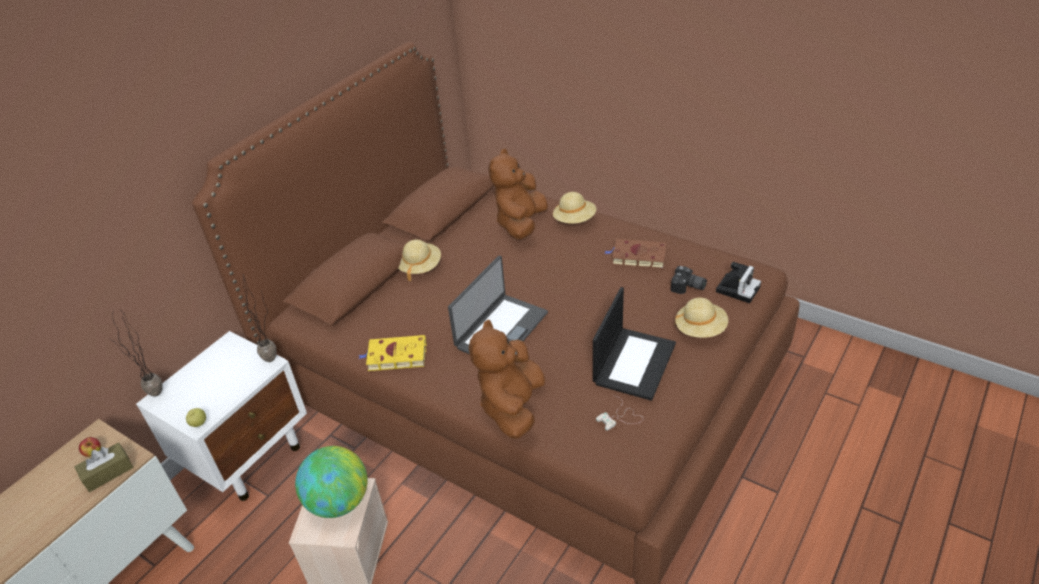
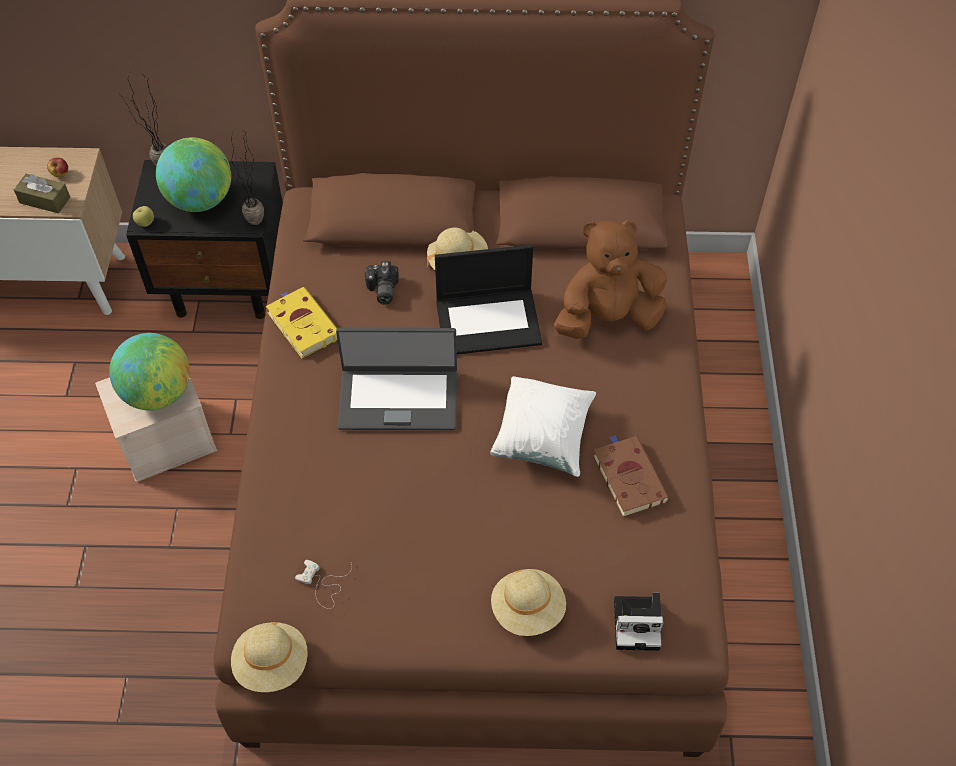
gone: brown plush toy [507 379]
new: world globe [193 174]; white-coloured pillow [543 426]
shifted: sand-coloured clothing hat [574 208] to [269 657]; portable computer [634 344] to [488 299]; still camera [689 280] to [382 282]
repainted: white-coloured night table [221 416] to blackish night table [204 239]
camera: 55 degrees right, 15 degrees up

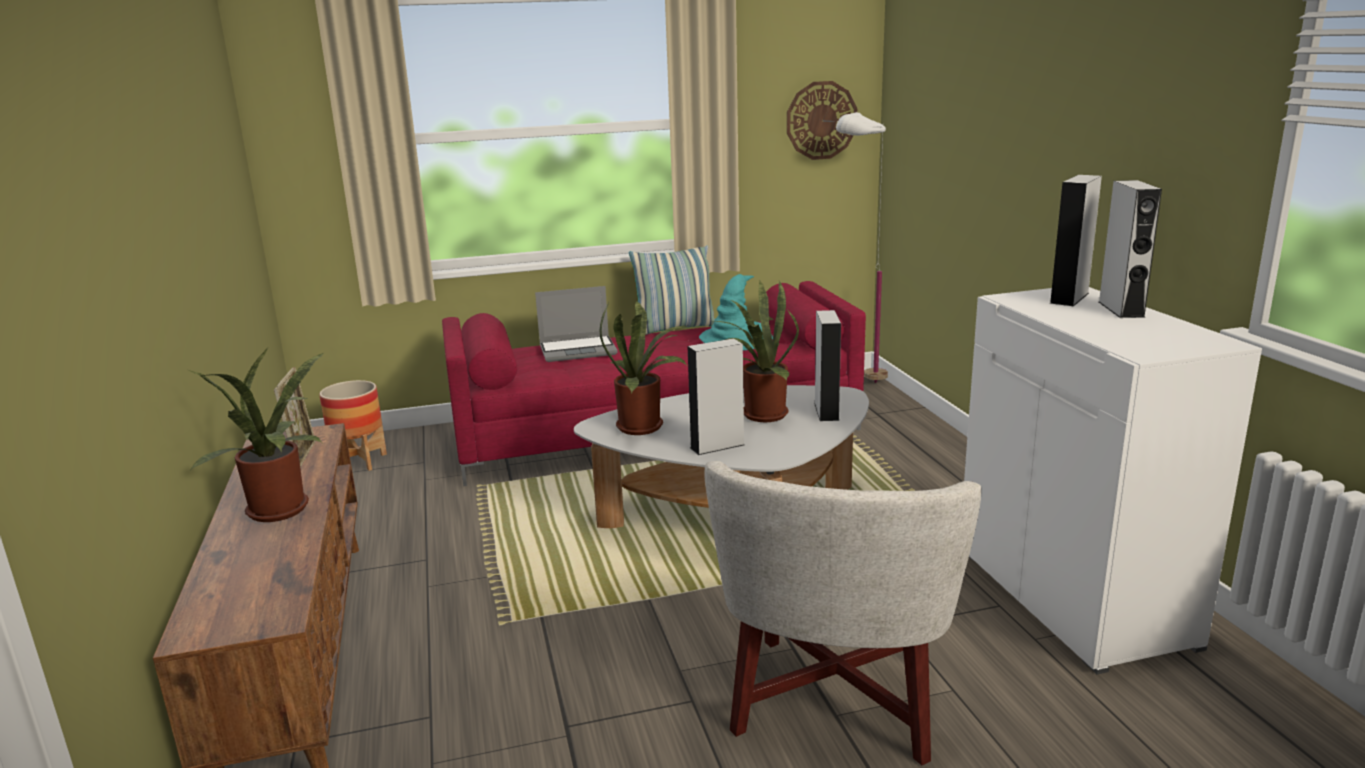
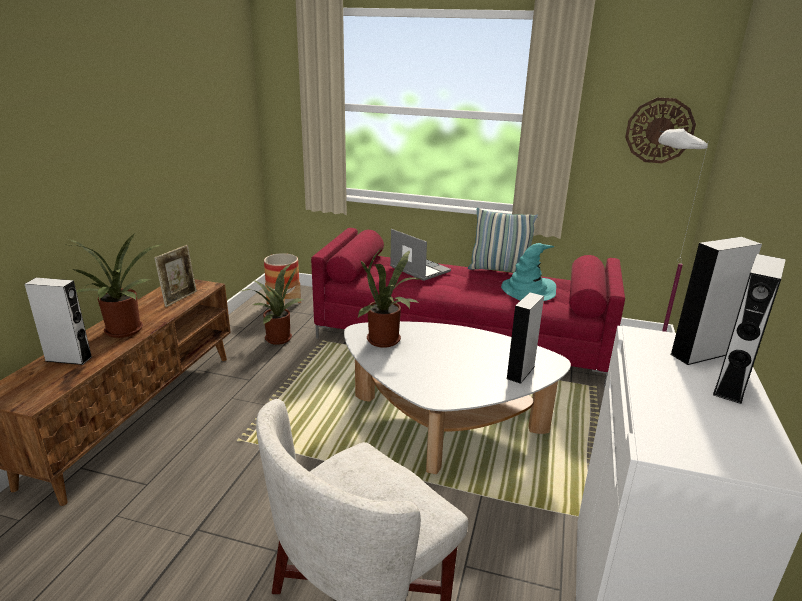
shifted: grey speaker [716 396] to [58 321]; potted plant [757 351] to [273 304]
rotated: portable computer [576 324] = [420 255] 150 degrees counterclockwise
camera: 30 degrees right, 5 degrees up

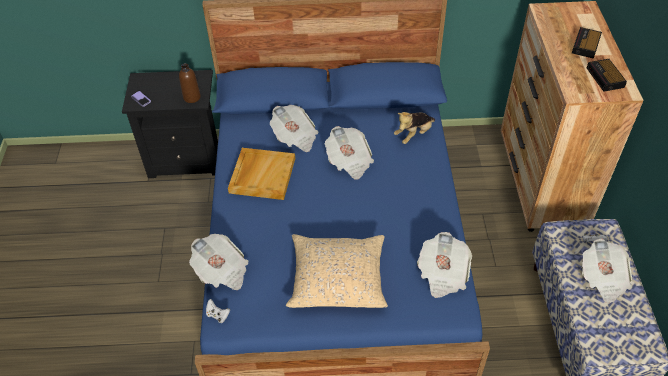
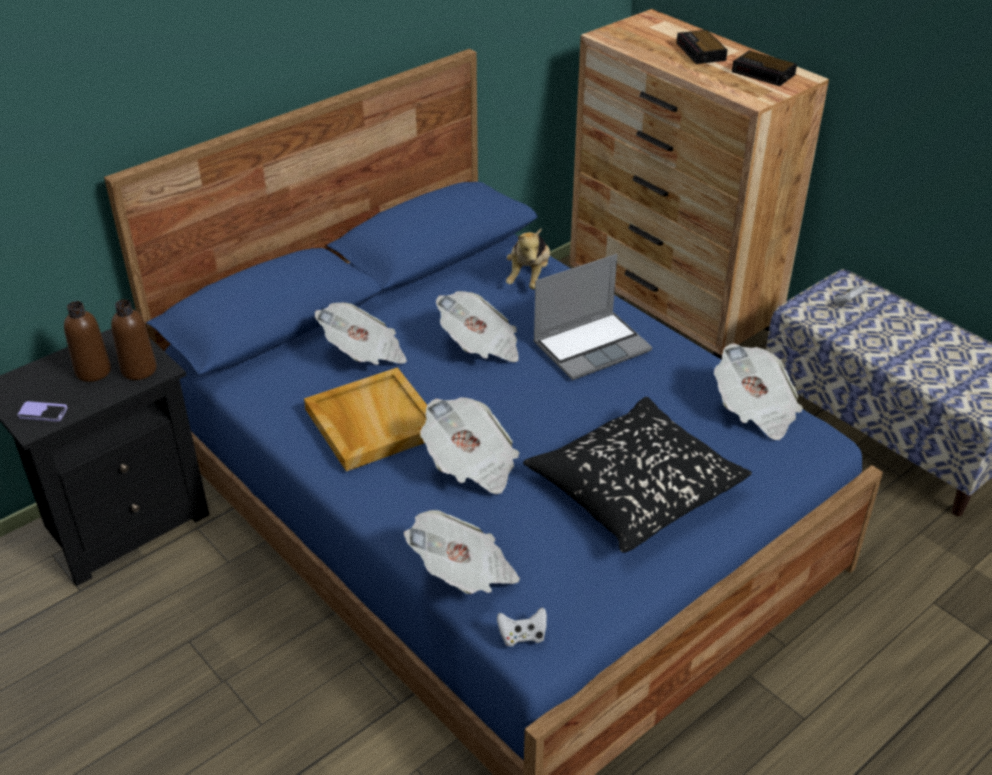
new: brown beverage bottle [87 341]; portable computer [592 317]
shifted: daily paper [607 271] to [469 445]
repainted: sand-coloured pillow [337 271] to blackish pillow [637 475]
camera: 40 degrees left, 10 degrees down

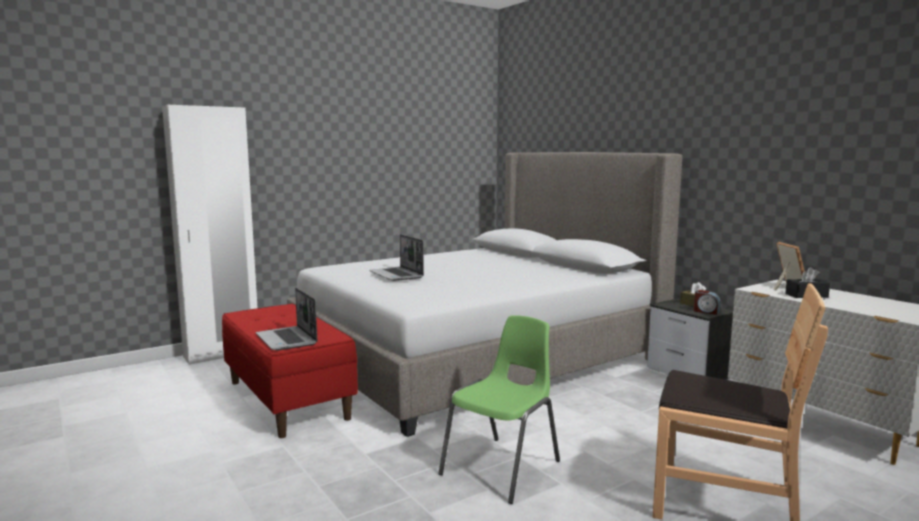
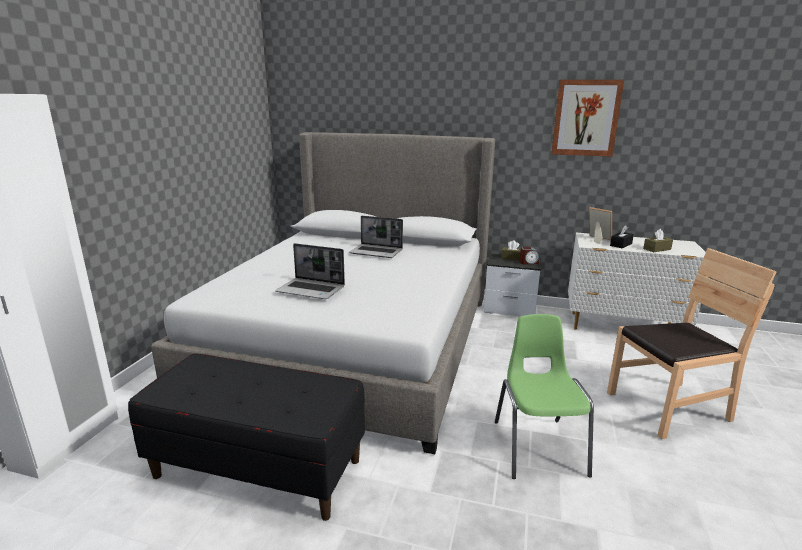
new: wall picture [587 118]; brown box of tissues [658 240]
shifted: portable computer [286 319] to [376 237]
repainted: red indoor bench [290 371] to blackish indoor bench [246 437]
camera: 40 degrees left, 10 degrees up

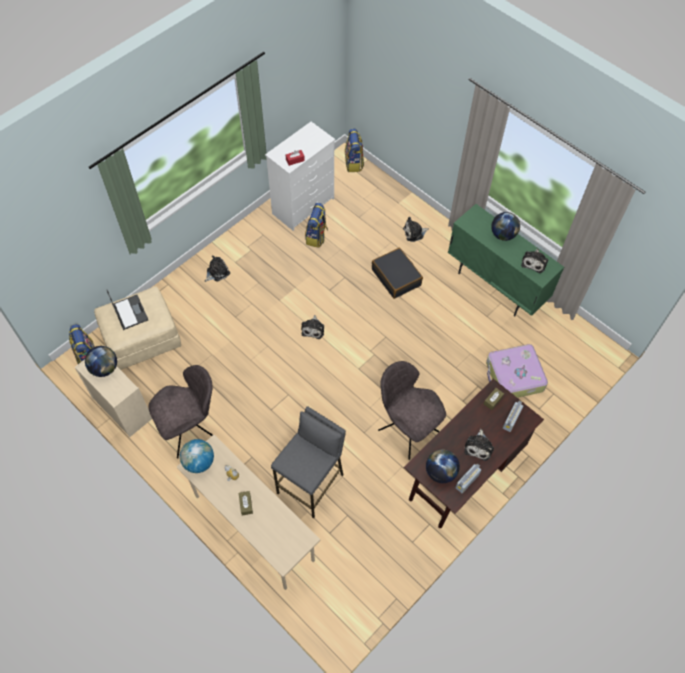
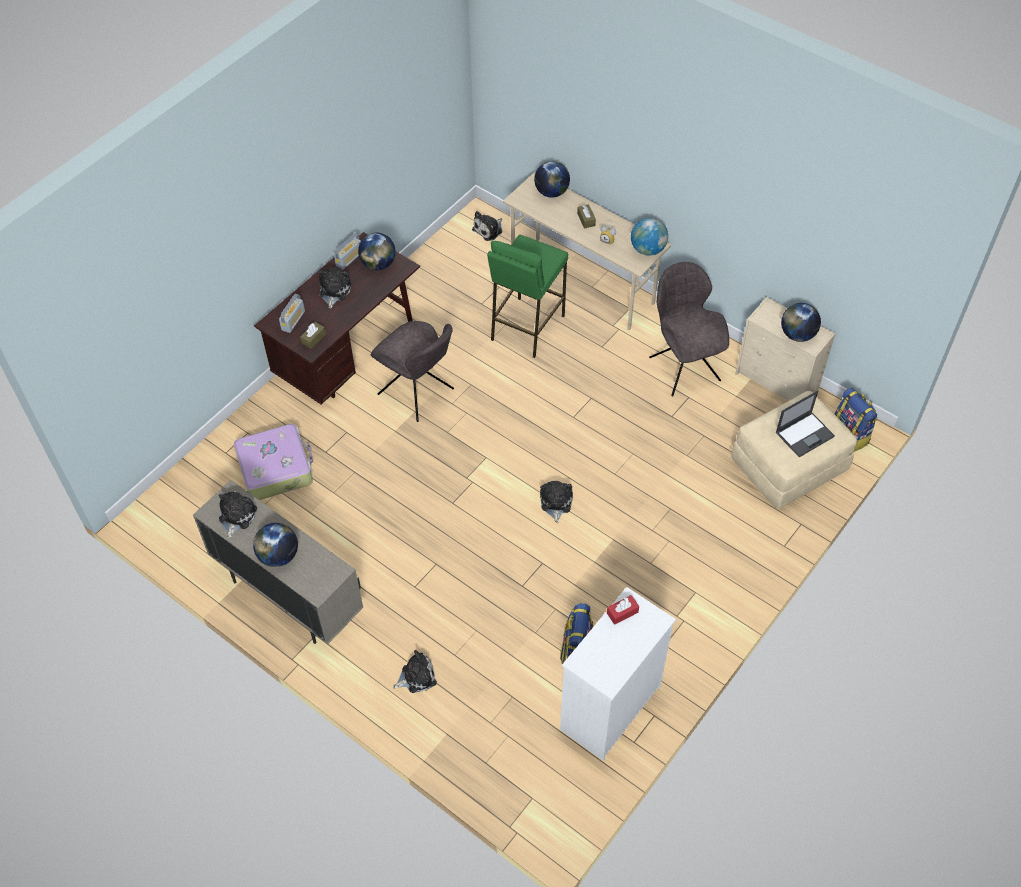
gone: backpack [354 150]; blackish piece of luggage [397 273]
new: world globe [552 179]
shifted: plush toy [217 268] to [487 226]
repainted: grey stool [308 462] to green stool [527 296]; green cupboard [506 260] to sand-coloured cupboard [278 562]
rotated: portable computer [127 310] = [805 423] 90 degrees counterclockwise; grey plain chair [180 412] = [689 329] 105 degrees clockwise
camera: 175 degrees right, 5 degrees down

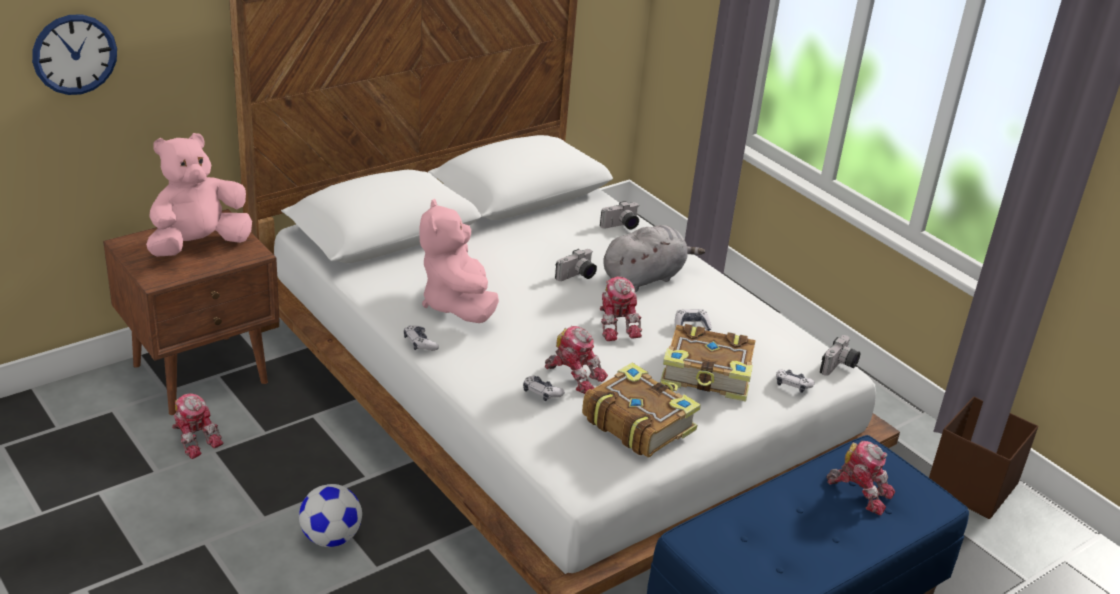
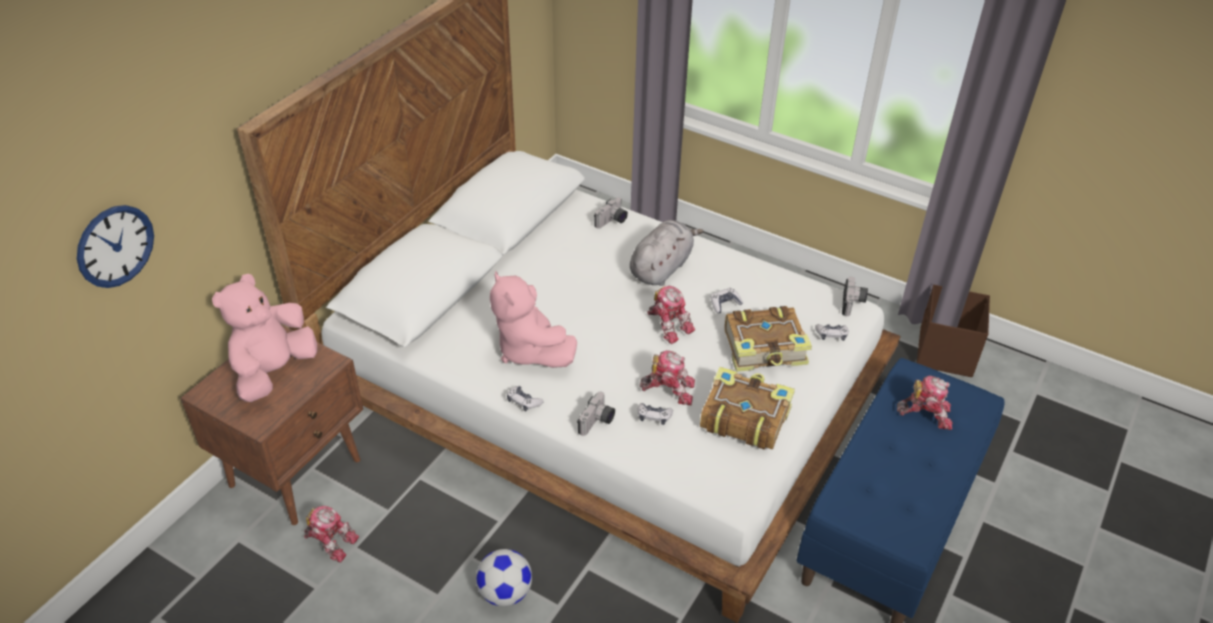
shifted: still camera [576 265] to [596 414]
camera: 20 degrees left, 10 degrees up

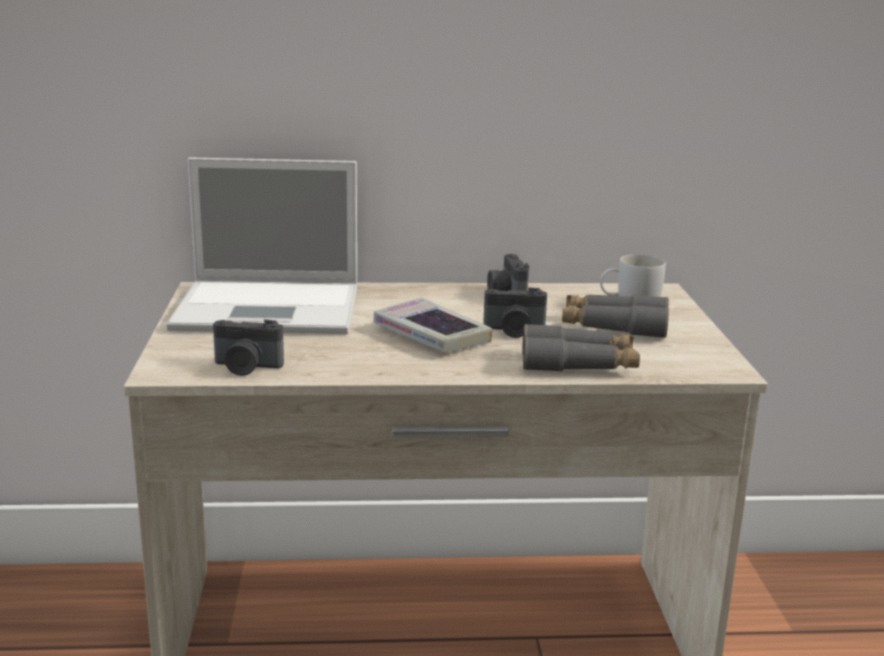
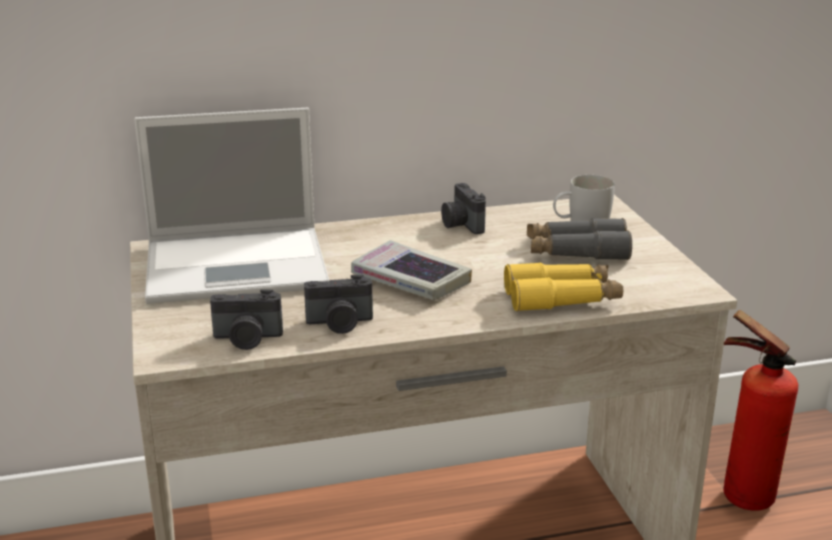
new: fire extinguisher [760 410]
shifted: still camera [515 312] to [338 304]
repainted: grey field glasses [581 347] to yellow field glasses [563 287]
camera: 10 degrees left, 5 degrees up

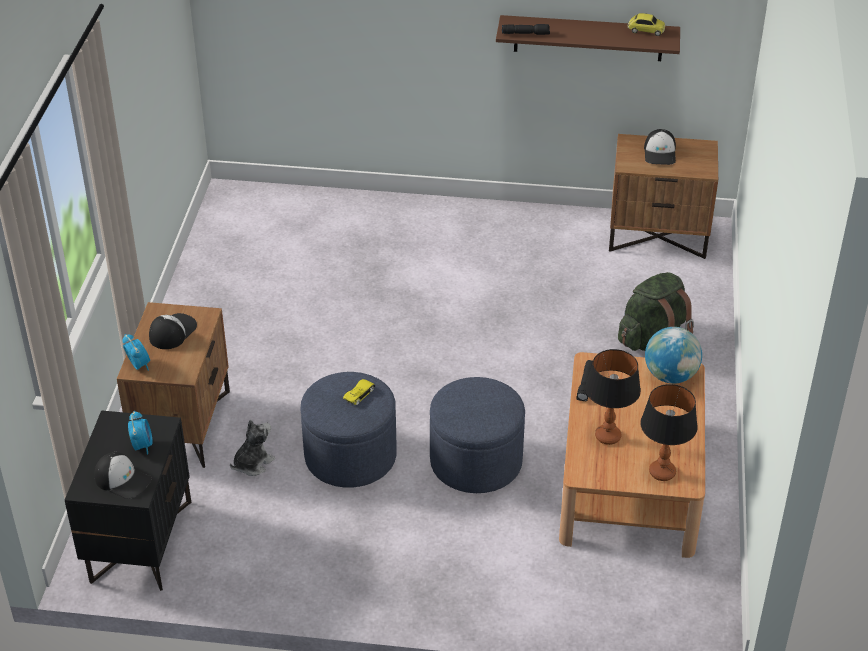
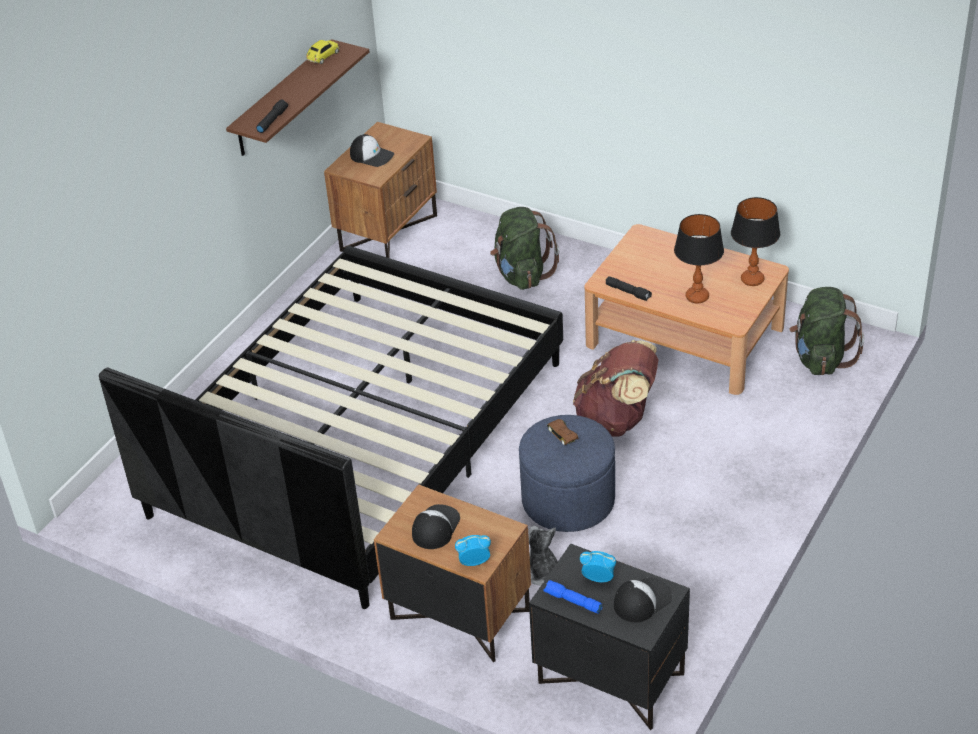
gone: world globe [673 355]
new: blackish bedroom bed [331 427]; blue hand torch [573 597]; green backpack [826 331]
swapped: blue pouffe [477 435] to brown backpack [616 388]
repainted: yellow model car [359 392] to brown model car [562 432]
rotated: cap [173 331] = [436 526] 60 degrees clockwise
camera: 65 degrees left, 0 degrees up

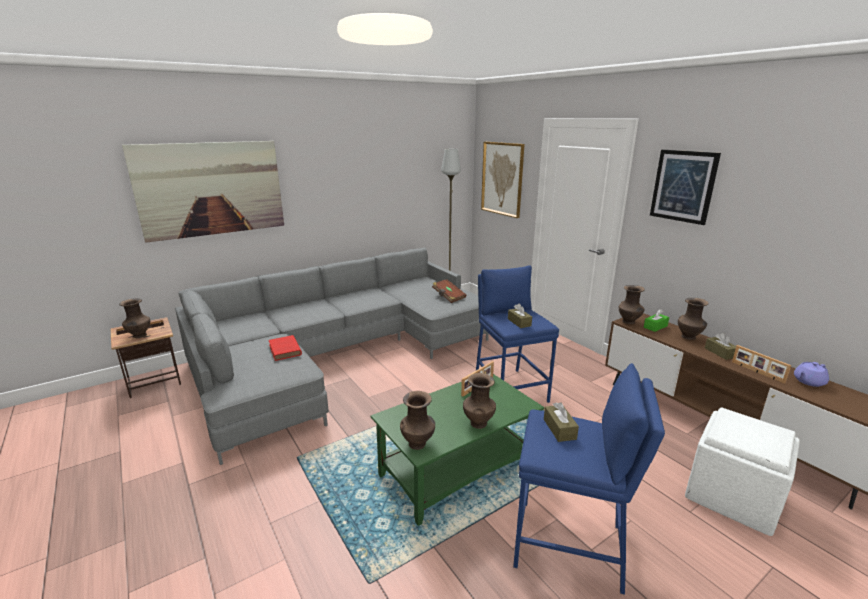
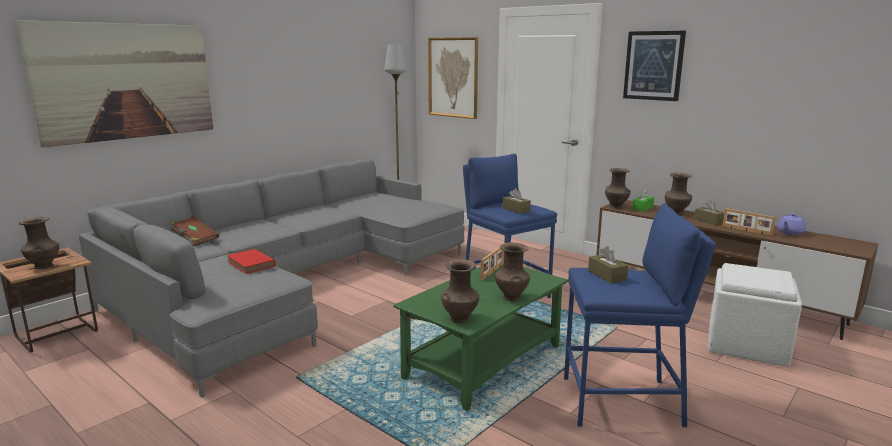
shifted: brown bound book [449 291] to [194 231]
camera: 15 degrees left, 5 degrees down

